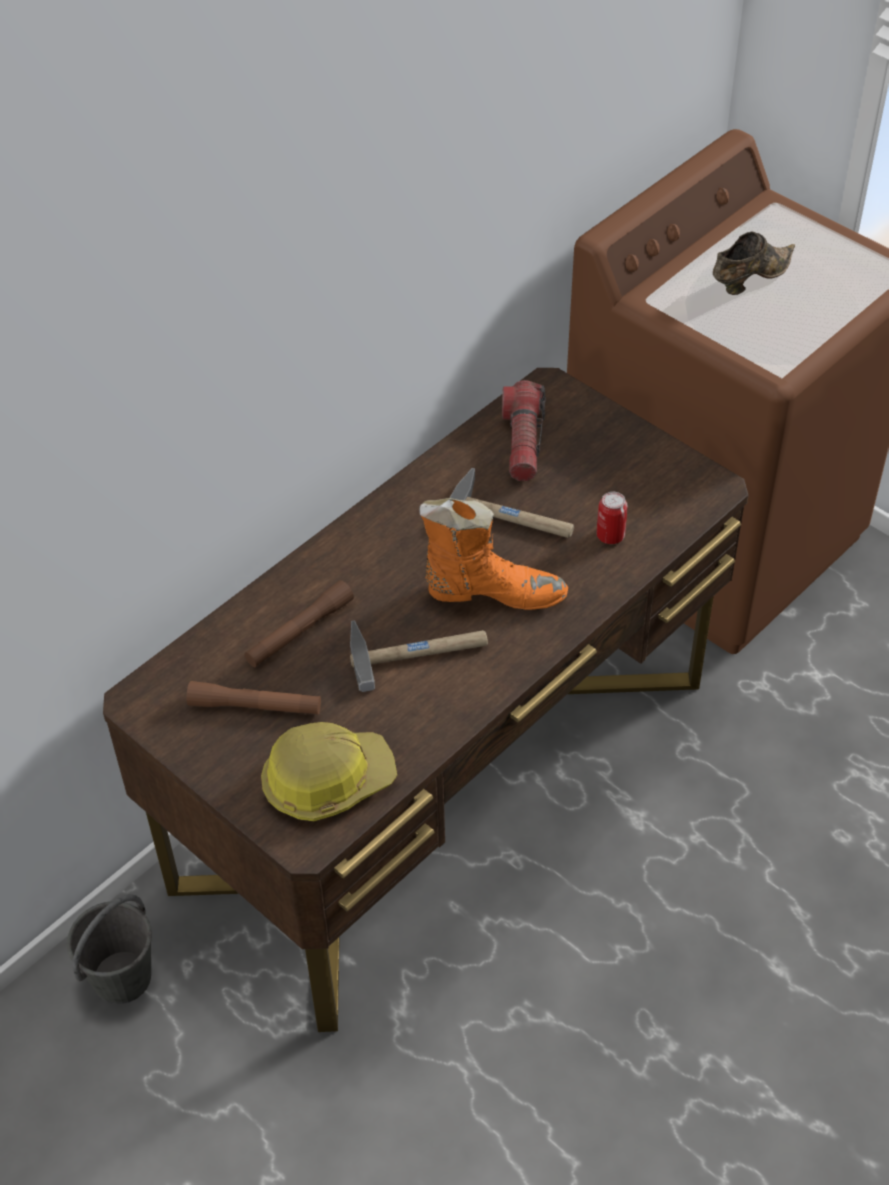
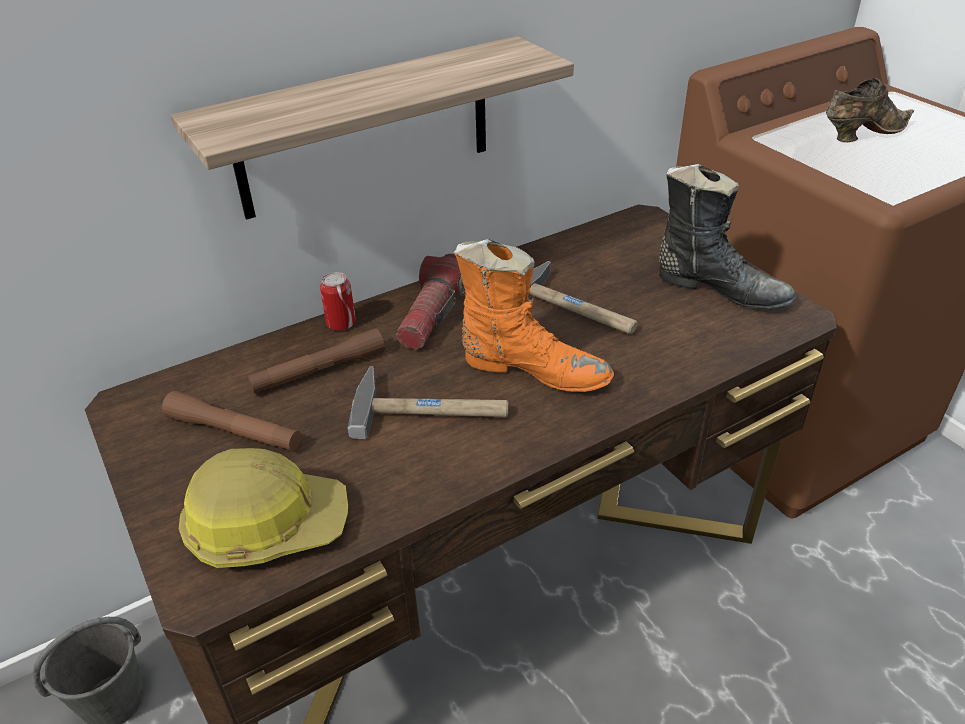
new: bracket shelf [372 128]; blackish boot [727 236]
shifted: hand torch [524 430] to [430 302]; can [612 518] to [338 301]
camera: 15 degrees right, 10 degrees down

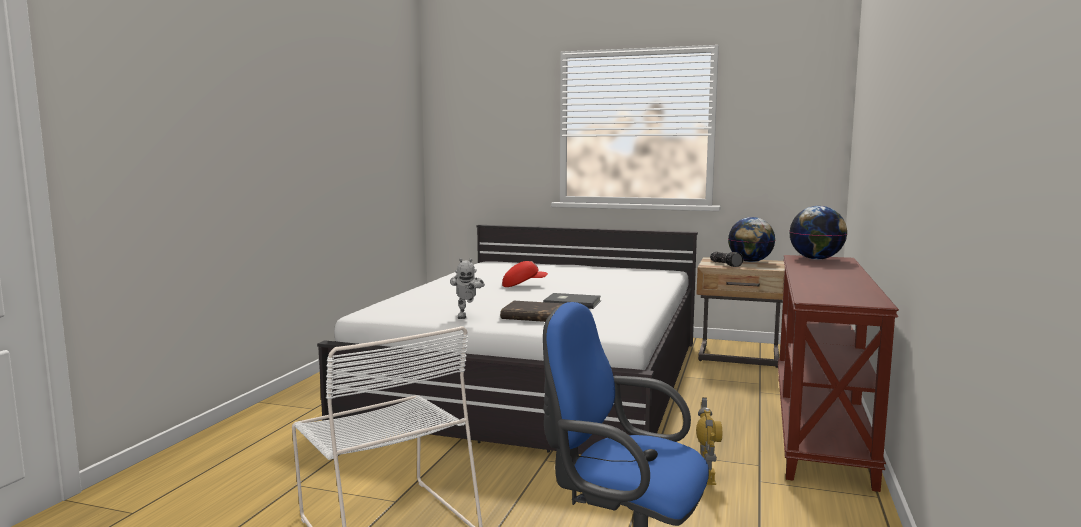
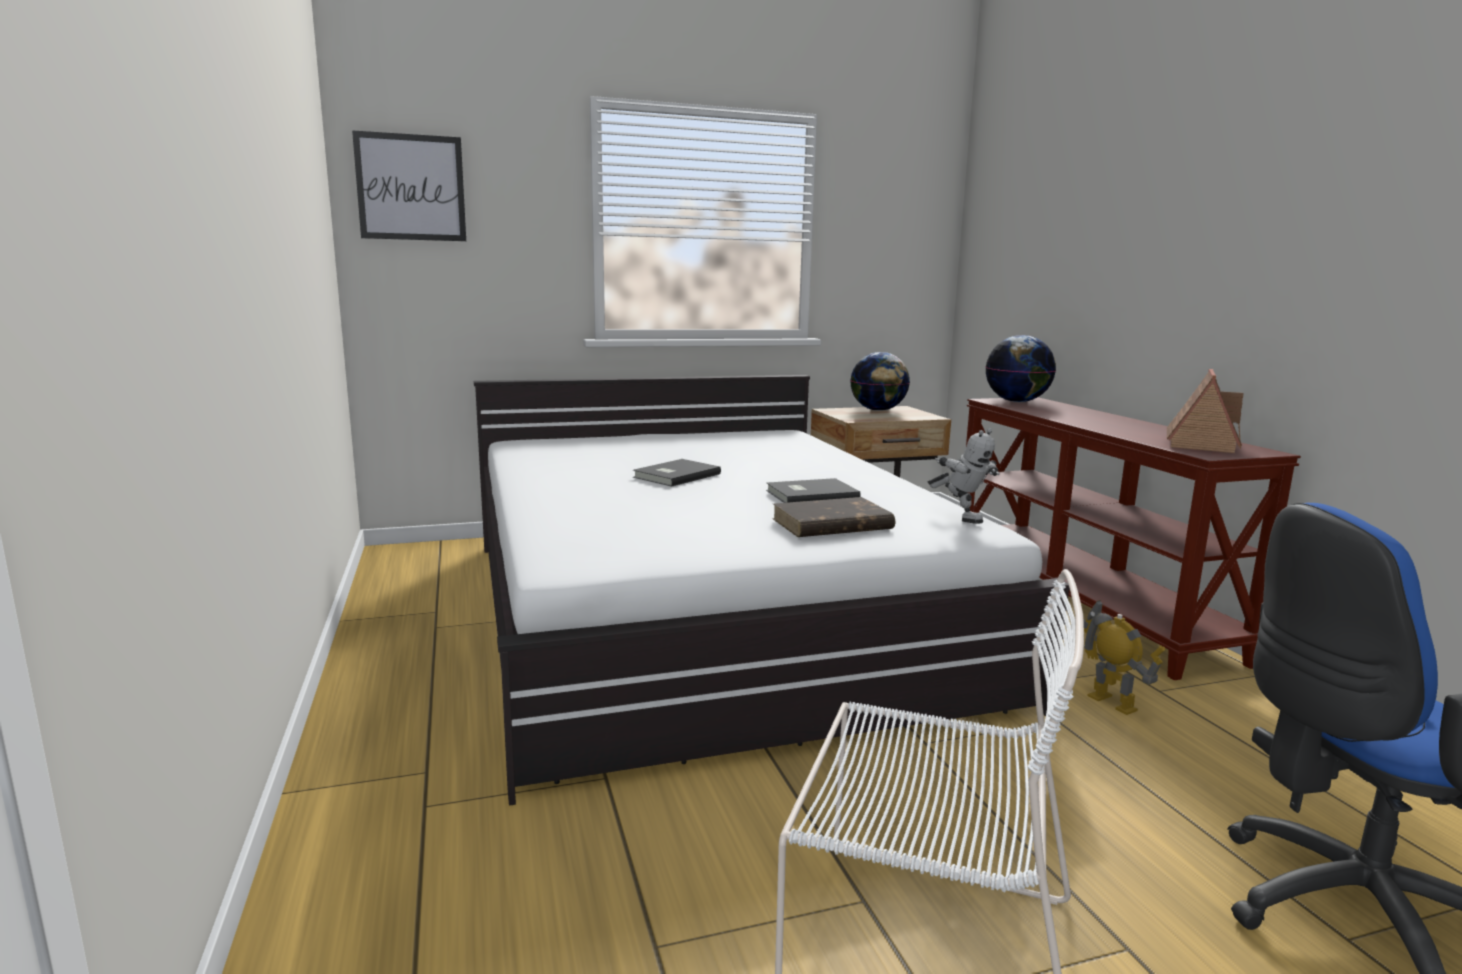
gone: hand torch [727 259]
new: wall picture [409 185]; toy house [1205 411]
shifted: robot figure [467 288] to [963 476]
swapped: red cap [525 274] to grey bound book [677 473]
camera: 35 degrees left, 5 degrees up

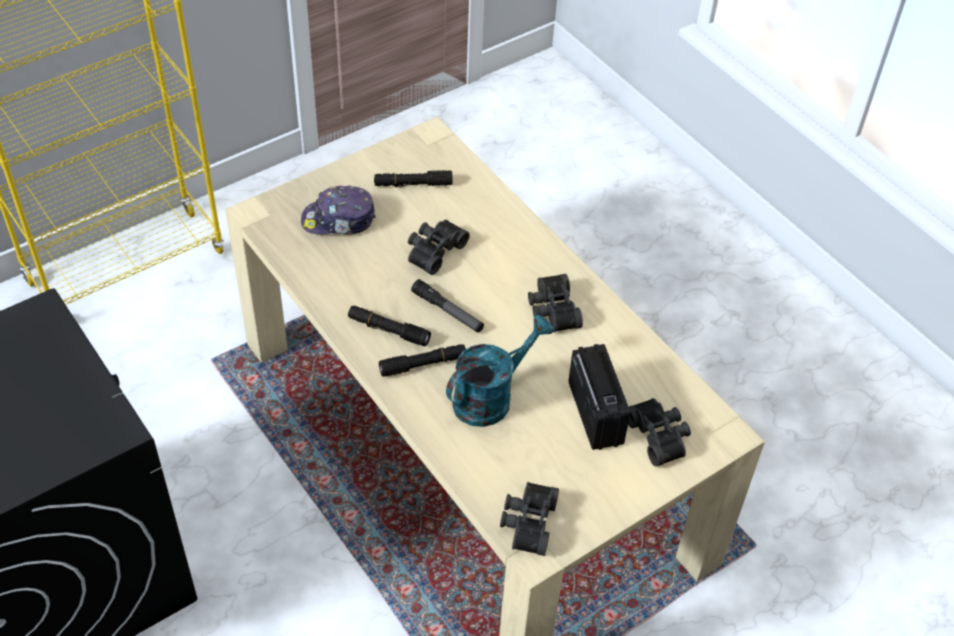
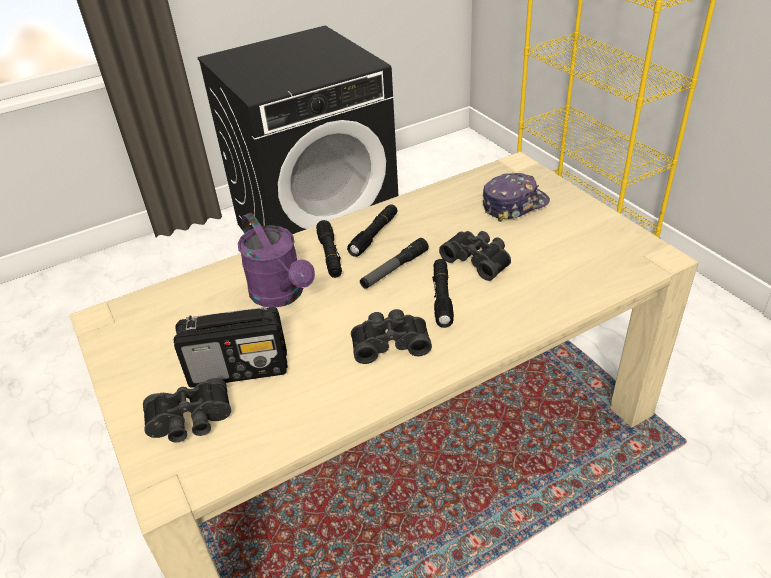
gone: blackish field glasses [529 519]
shifted: blackish hand torch [413 178] to [443 293]
repainted: blue-green sprinkling can [500 371] to purple sprinkling can [276 260]
rotated: cap [338 210] = [516 197] 60 degrees clockwise
camera: 100 degrees right, 10 degrees down

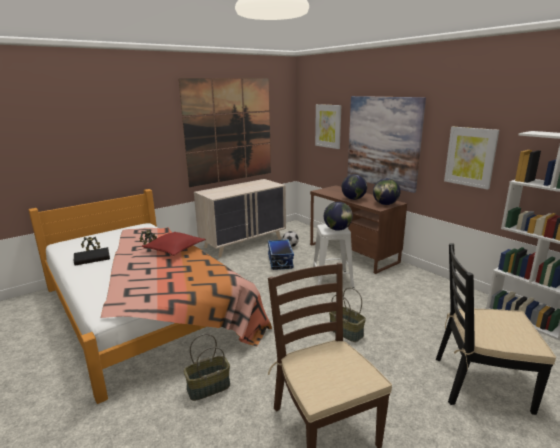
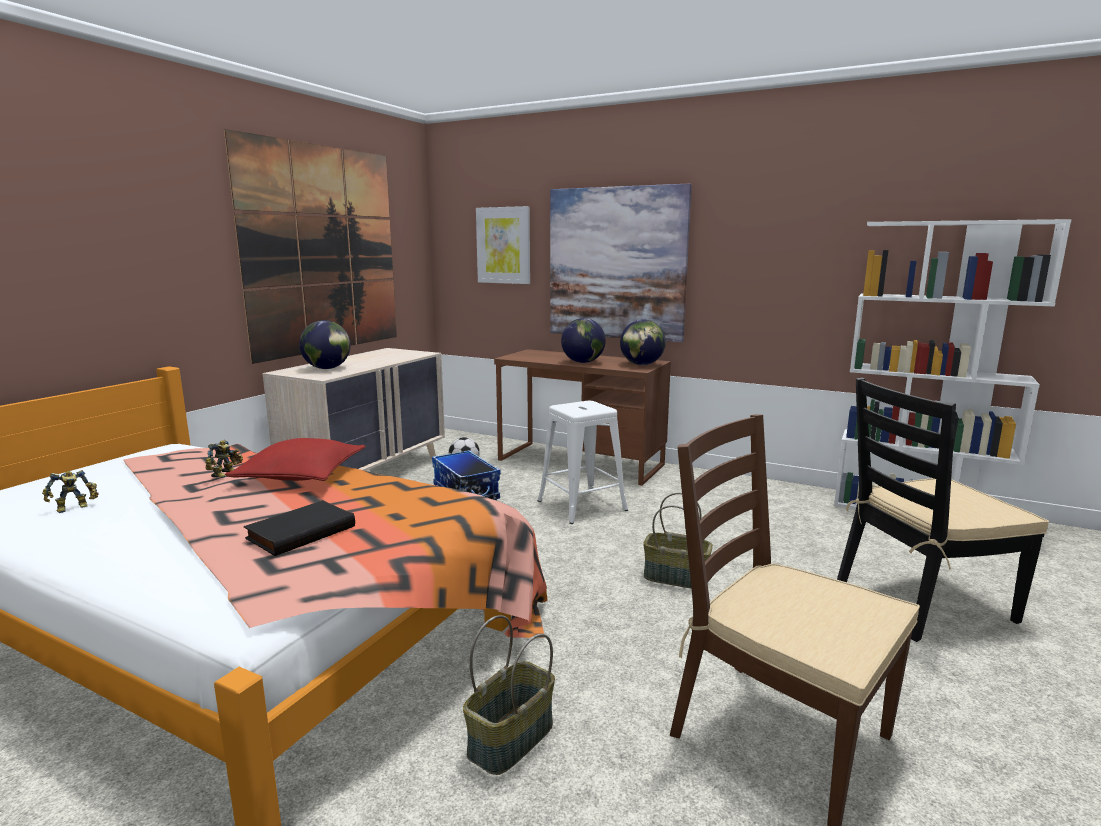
gone: wall picture [471 158]
shifted: blackish bound book [91 256] to [299 528]; world globe [338 216] to [325 344]
camera: 25 degrees left, 5 degrees down

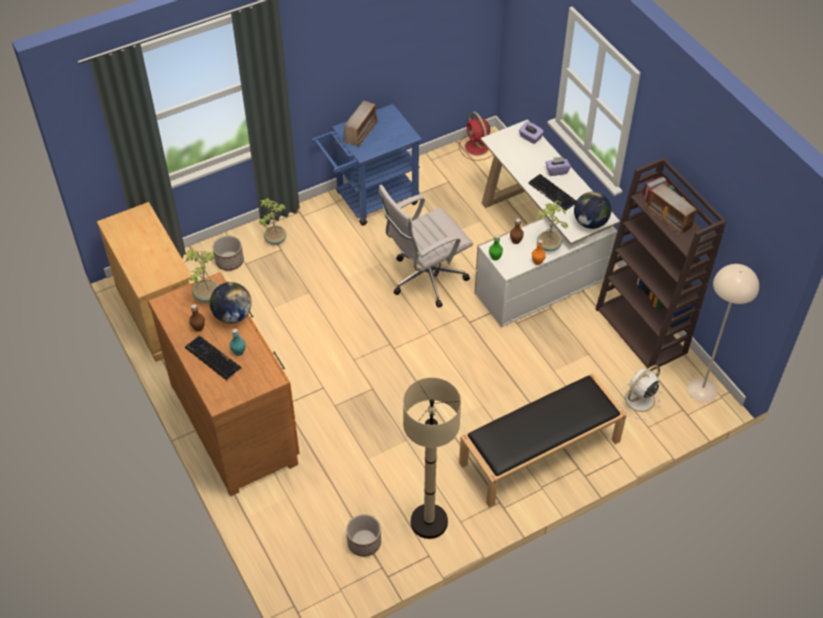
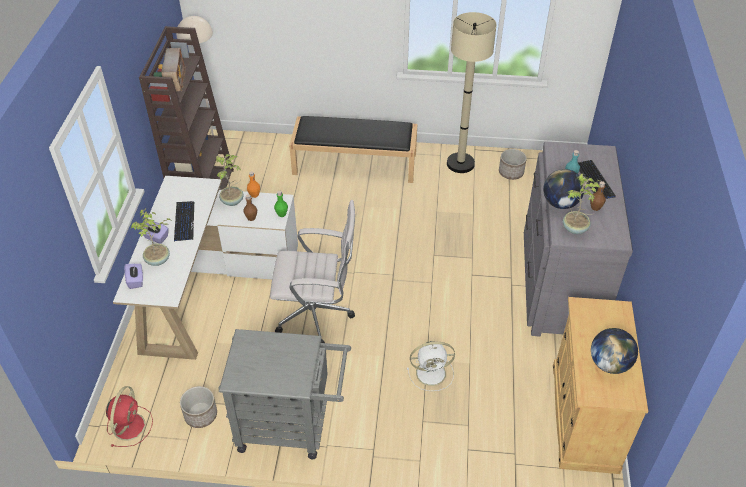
gone: radio set [360 124]
shifted: planter [228 253] to [198 407]; potted plant [273 221] to [150 237]; world globe [592 210] to [614 351]; white-coloured fan [639 392] to [431 366]
repainted: brown chest of drawers [223 384] to grey chest of drawers [578 239]; blue cart [367 165] to grey cart [284 394]
camera: 145 degrees left, 5 degrees down

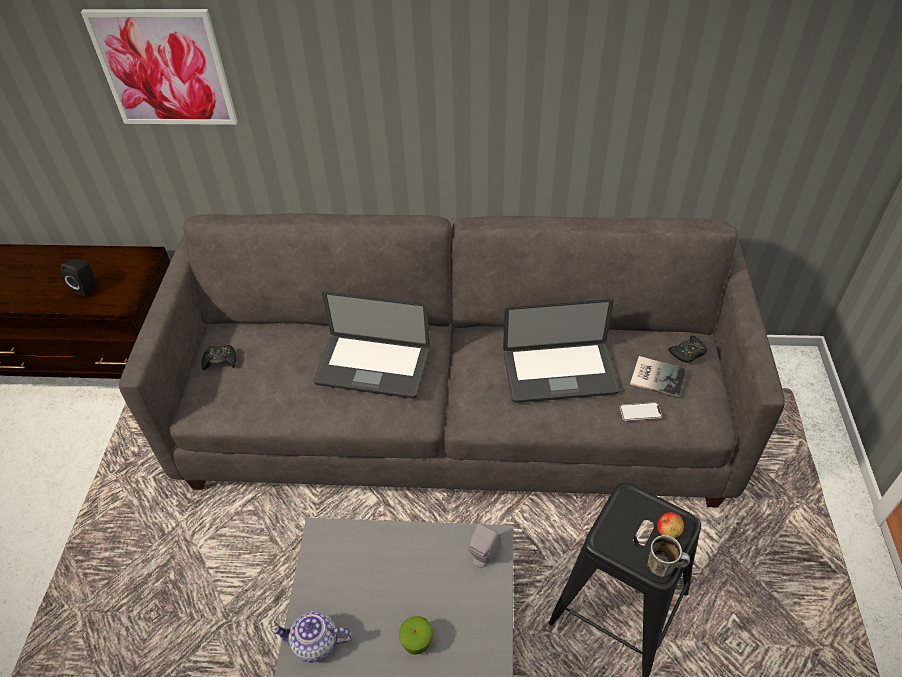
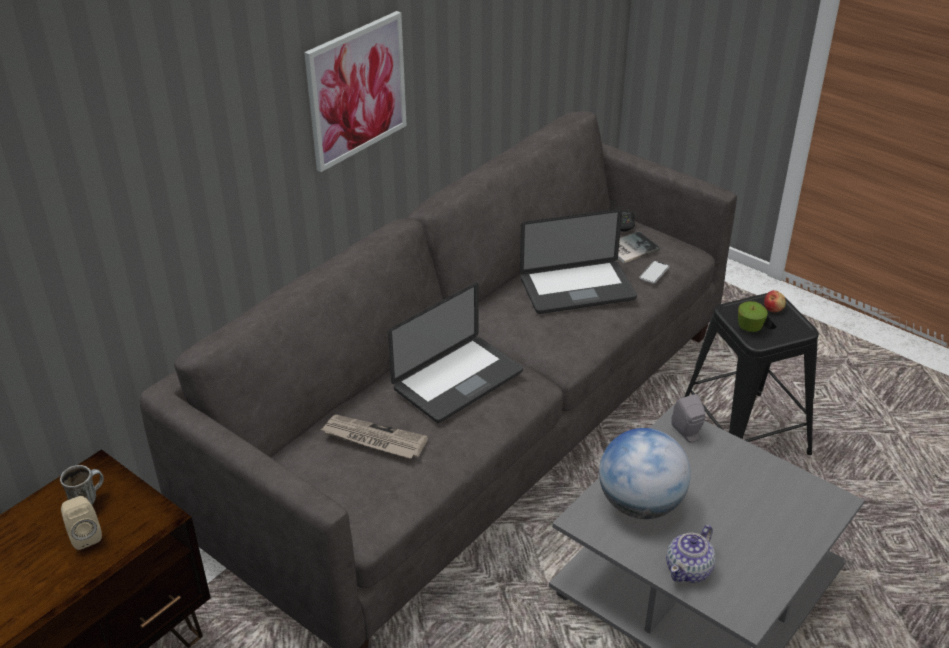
gone: blackish gamepad [218 357]
new: daily paper [374 437]; world globe [645 473]
shifted: wall picture [159 67] to [355 91]; apple fruit [416 635] to [753 316]; tea mug [668 556] to [82 485]
repainted: blackish speaker [78 277] to sand-coloured speaker [81 523]
rotated: portable computer [561 351] = [578 261] 45 degrees clockwise
camera: 55 degrees left, 10 degrees down

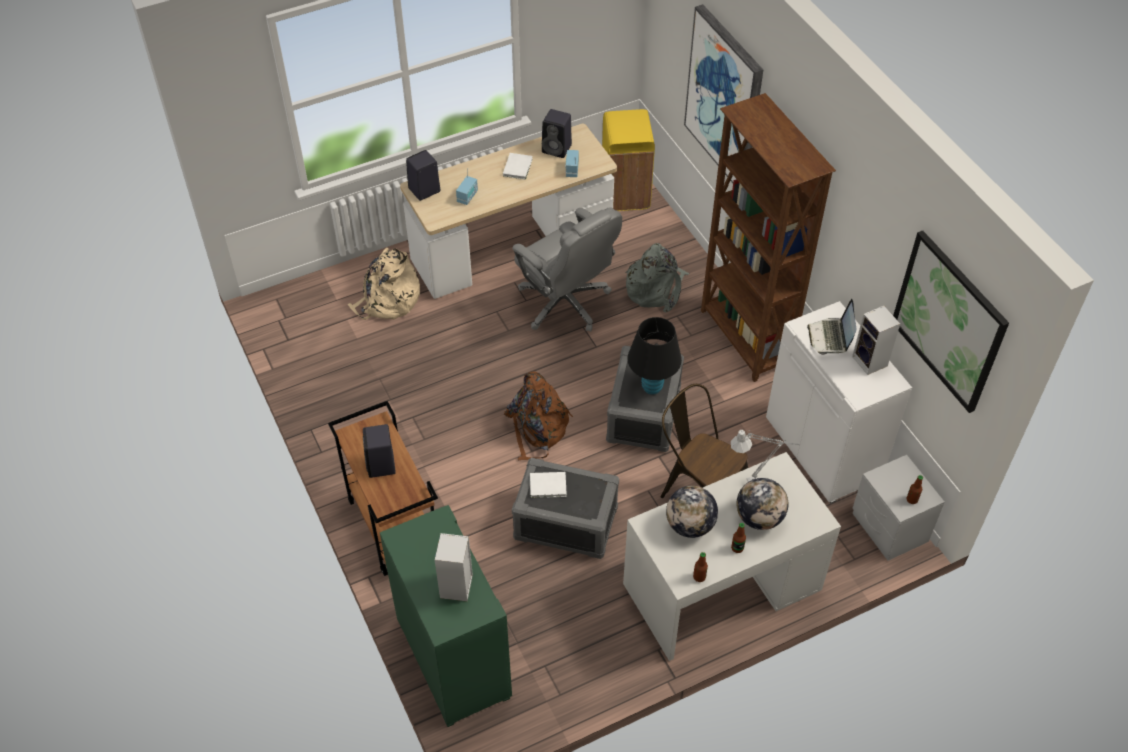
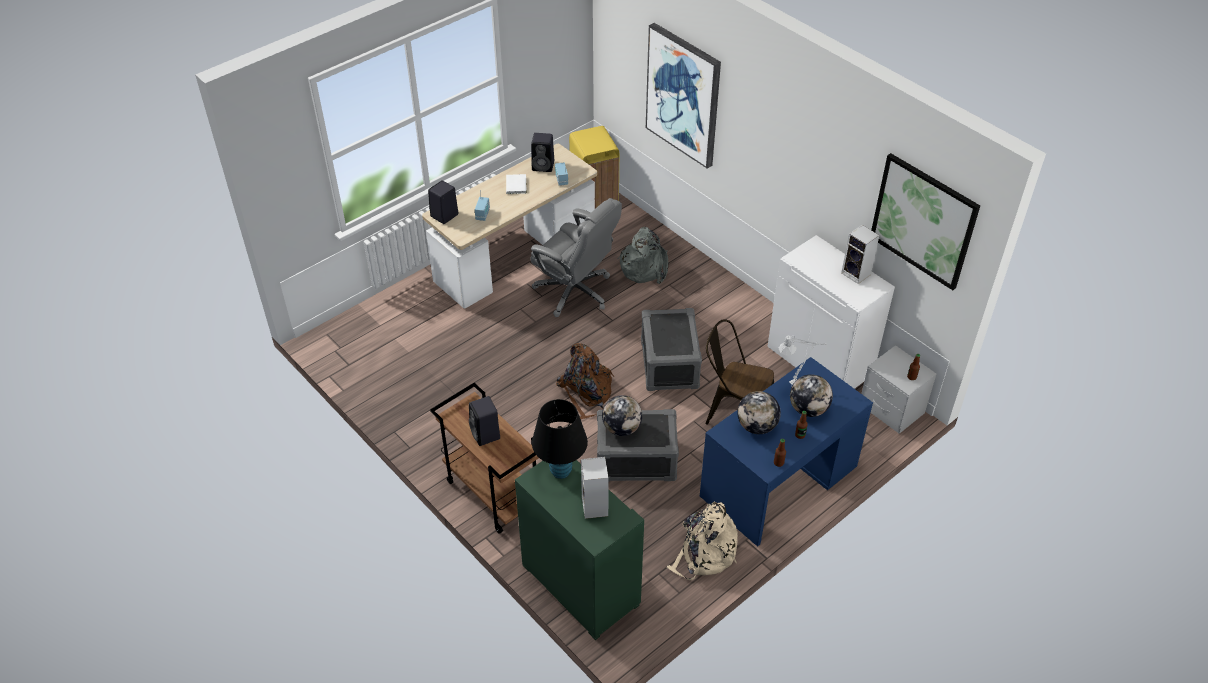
gone: brown shelving unit [768 237]; portable computer [831 327]
shifted: sand-coloured backpack [384 284] to [702 540]; blackish table lamp [655 356] to [560 439]
swapped: white-coloured bound book [548 485] to world globe [622 415]
repainted: white-coloured desk unit [732 556] to blue desk unit [786 452]
camera: 15 degrees left, 5 degrees down

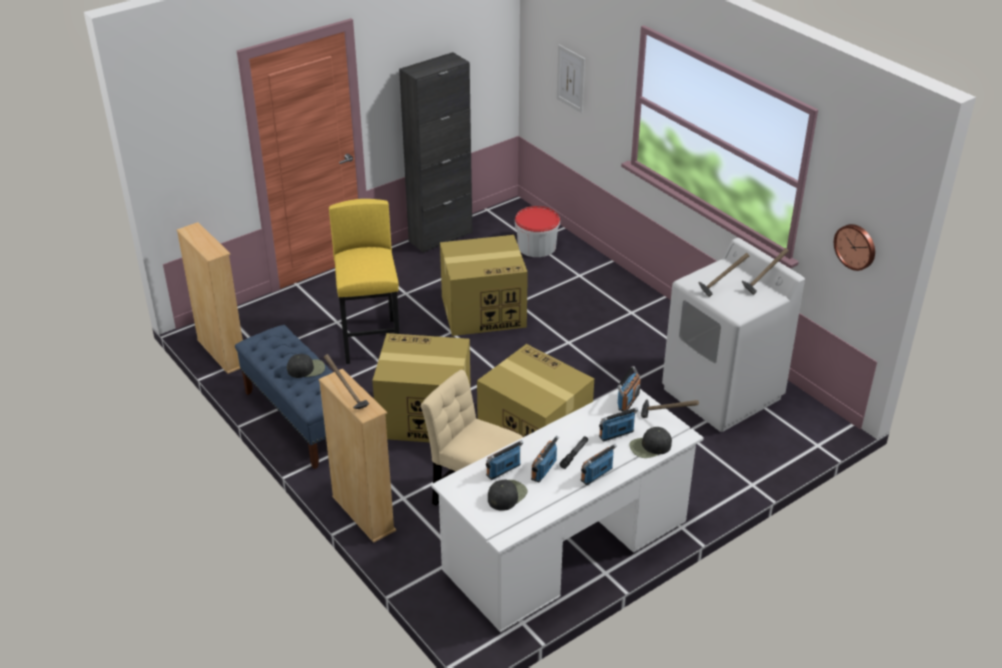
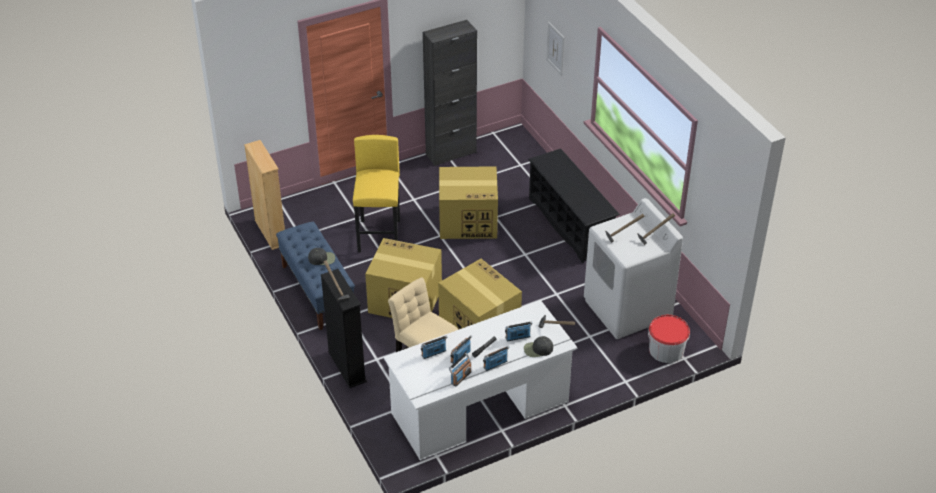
gone: blackish cap [507 495]; hanging clock [854 247]
new: blackish shoe shelf [574 206]
shifted: pail [537 231] to [669 339]; radio set [629 389] to [460 370]
repainted: sand-coloured shelving unit [357 456] to blackish shelving unit [344 328]
camera: 10 degrees right, 5 degrees up

